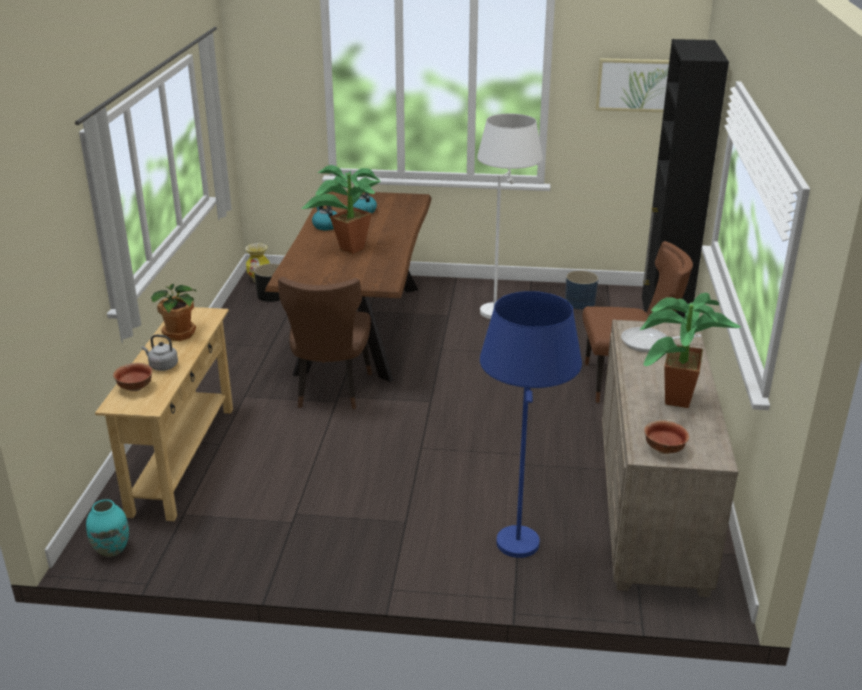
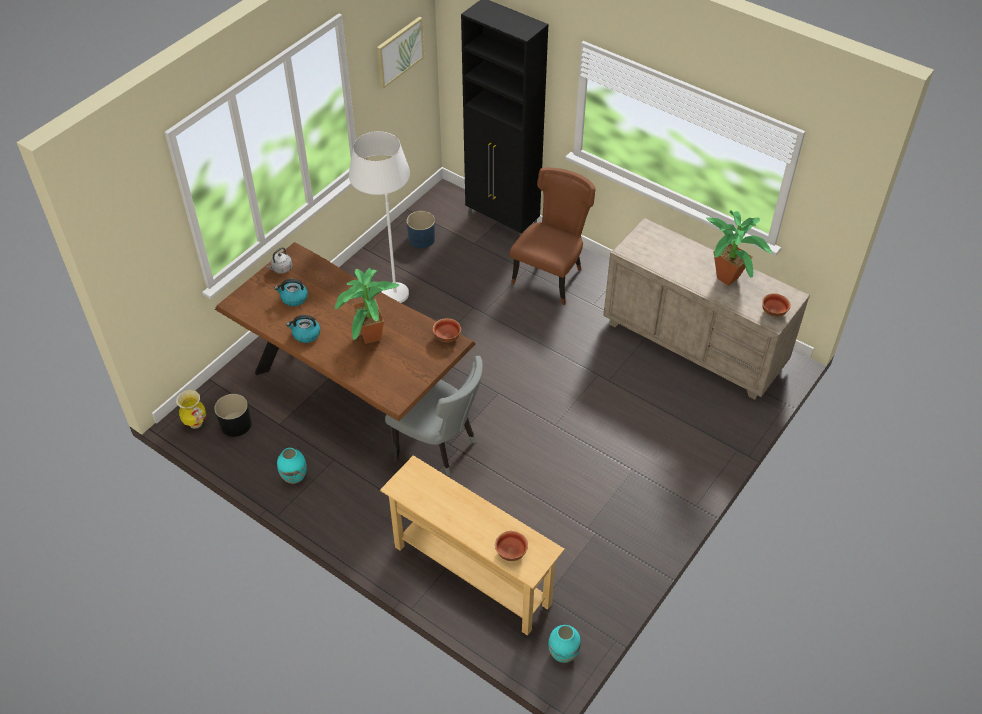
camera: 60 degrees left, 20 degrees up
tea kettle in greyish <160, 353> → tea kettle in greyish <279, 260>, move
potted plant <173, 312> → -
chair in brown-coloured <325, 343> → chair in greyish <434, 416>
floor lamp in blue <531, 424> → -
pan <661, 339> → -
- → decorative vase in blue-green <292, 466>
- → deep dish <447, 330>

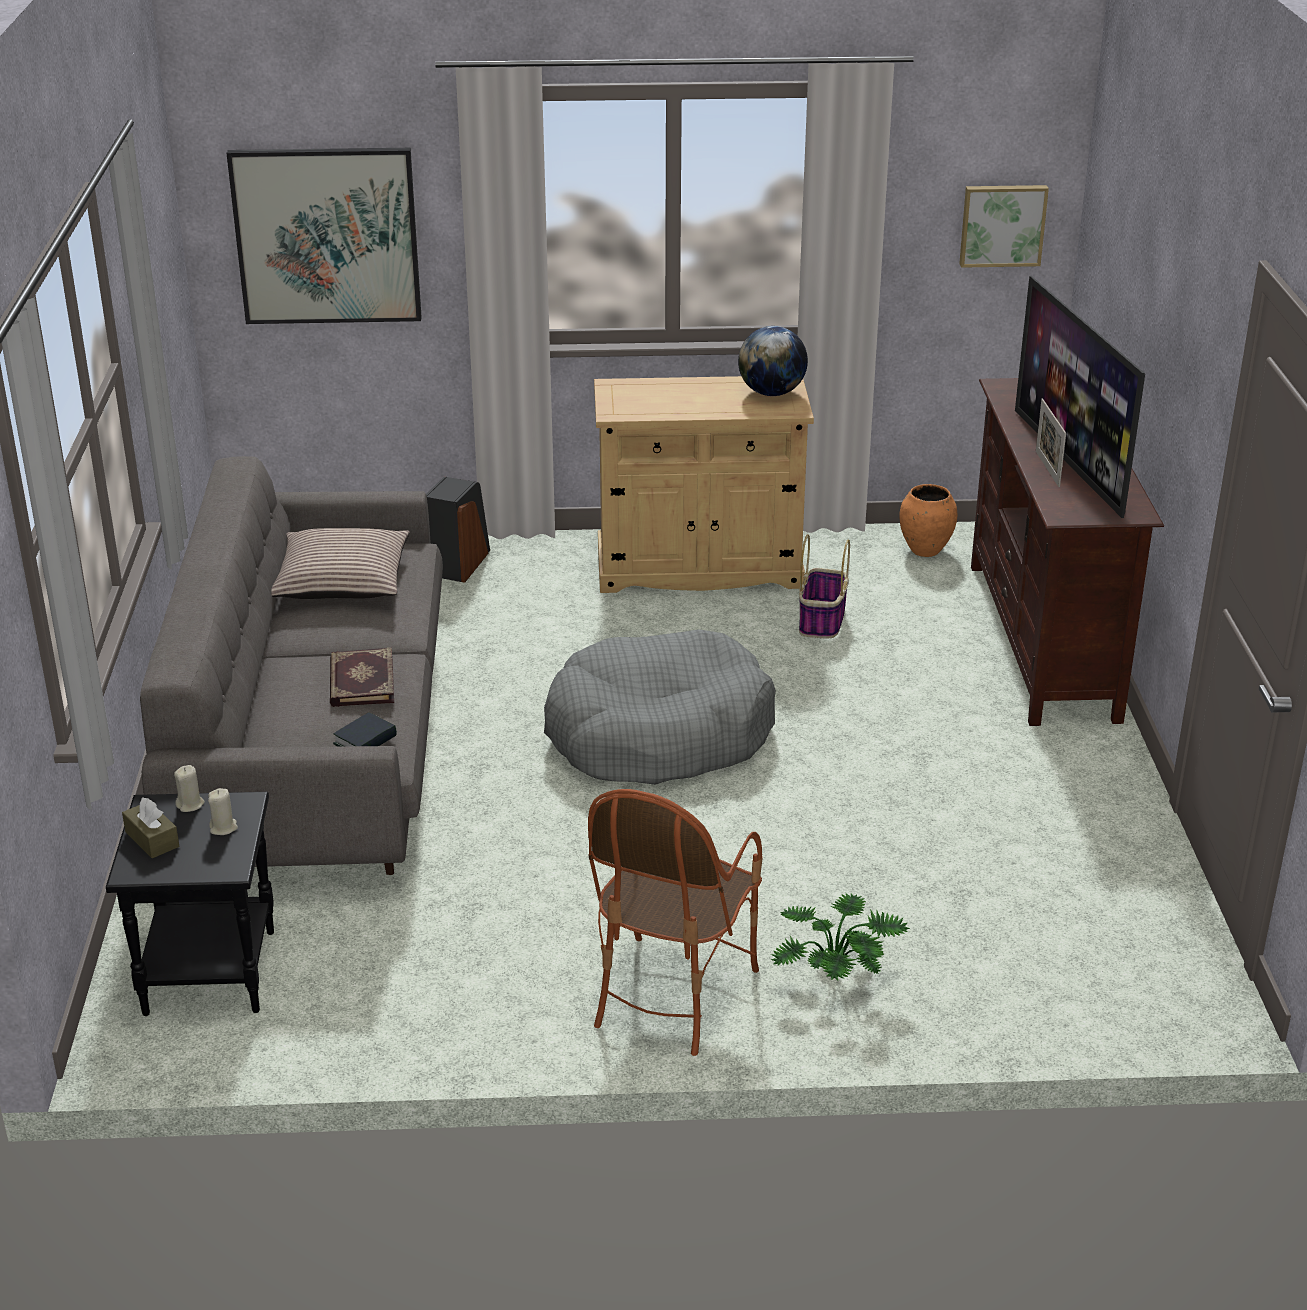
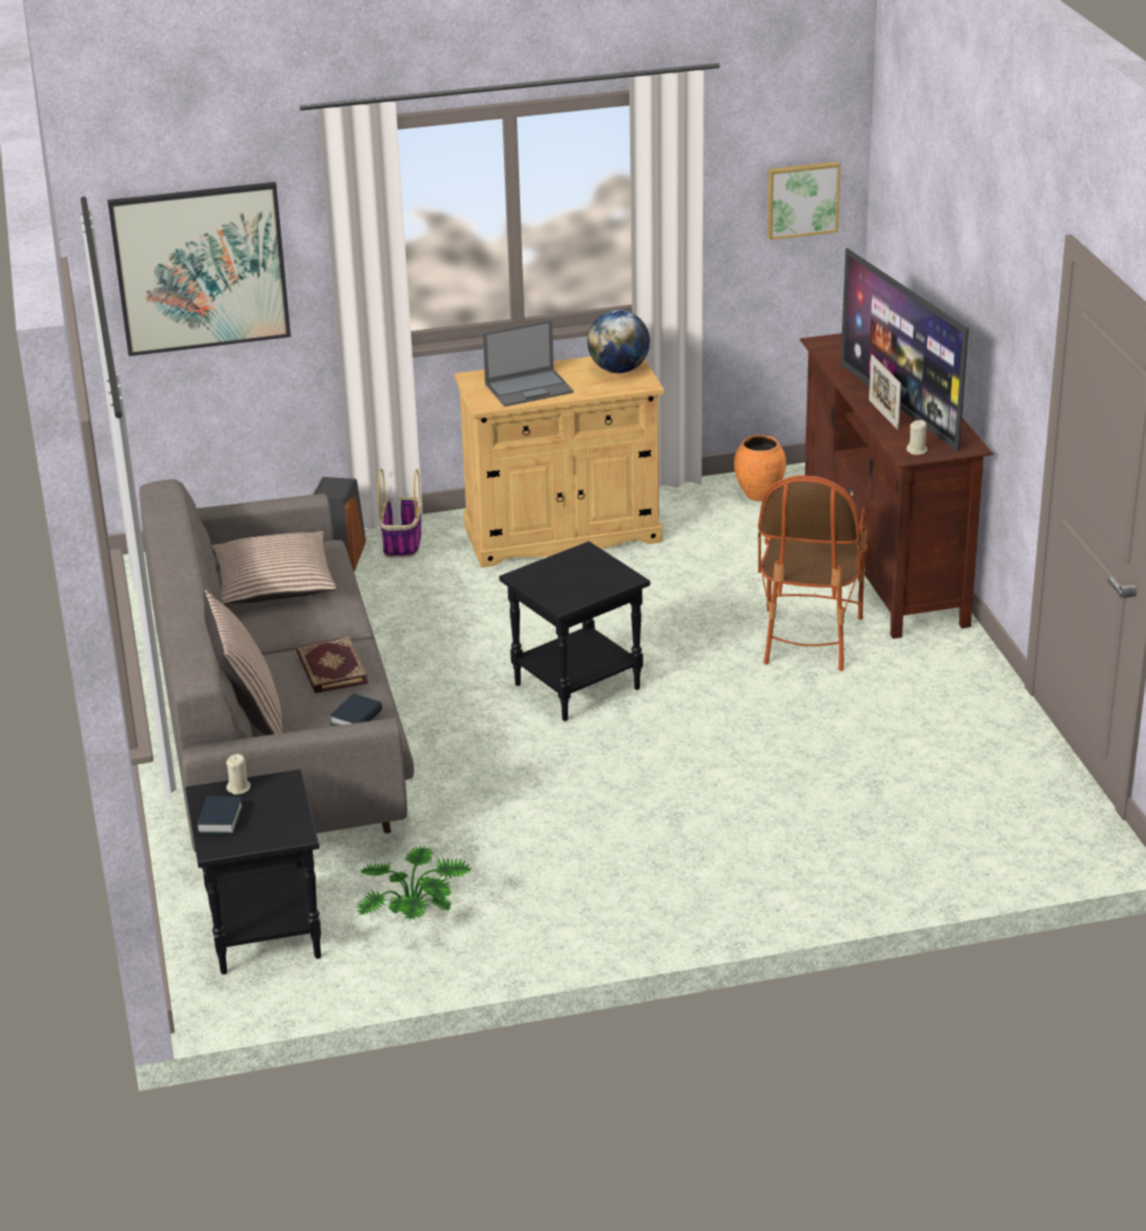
camera: 10 degrees left, 0 degrees up
tissue holder in brown-coloured <150, 827> → book <219, 815>
wax candle in beige-coloured <223, 811> → wax candle in beige-coloured <917, 437>, move
dog bed in greyish <660, 707> → accent table in black <574, 631>
armchair <675, 922> → armchair <812, 573>, move
potted plant <840, 936> → potted plant <414, 883>, move
storage basket <824, 586> → storage basket <400, 513>, move
- → cushion <243, 662>
- → laptop <528, 363>

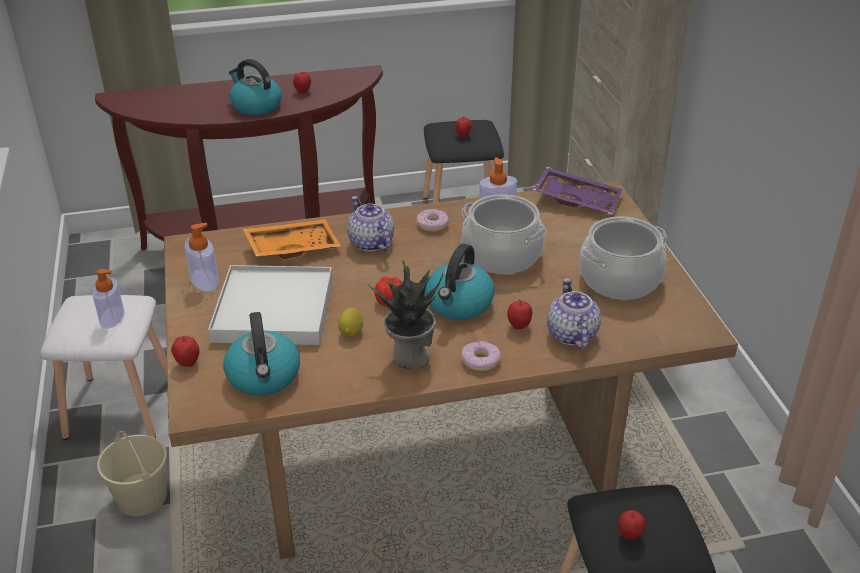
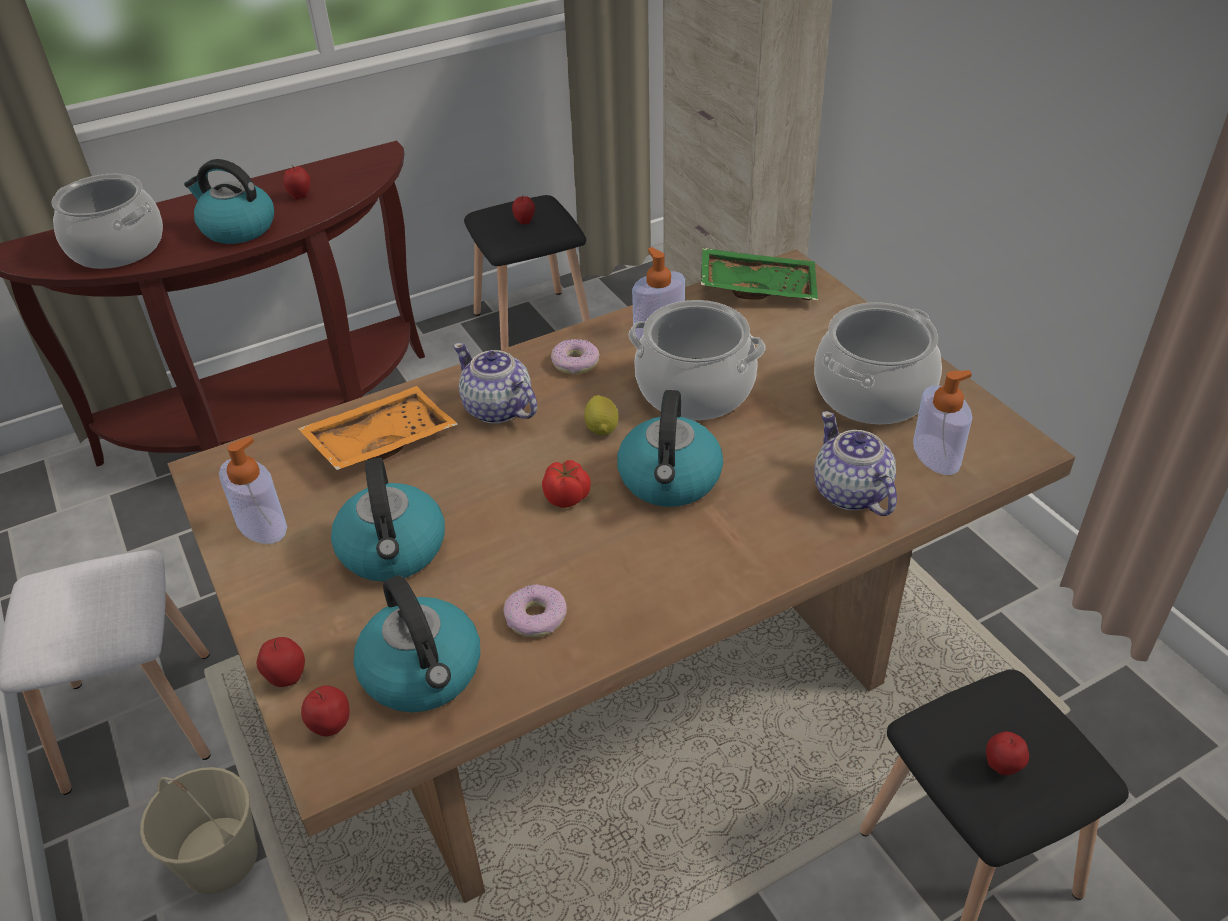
camera: 15 degrees left, 5 degrees up
liquid soap bottle <108, 299> → liquid soap bottle <942, 422>, move
serving tray in white <270, 305> → tea kettle <388, 520>
citrus fruit <350, 322> → citrus fruit <601, 415>, move
potted plant <405, 314> → -
doughnut <481, 356> → doughnut <535, 611>, move
apple fruit <519, 314> → apple fruit <325, 711>, move
serving tray in purplish <578, 190> → serving tray in greenish <759, 274>
- → cooking pot <107, 221>

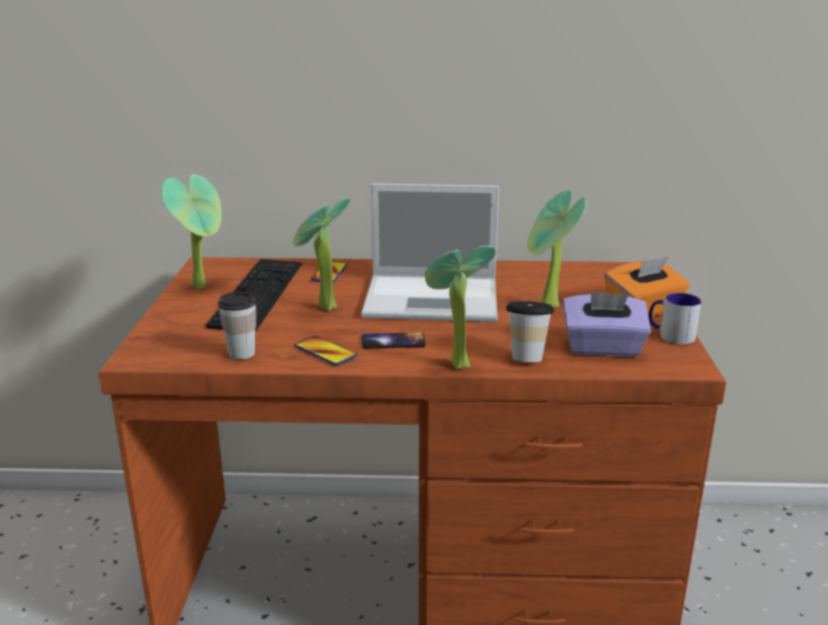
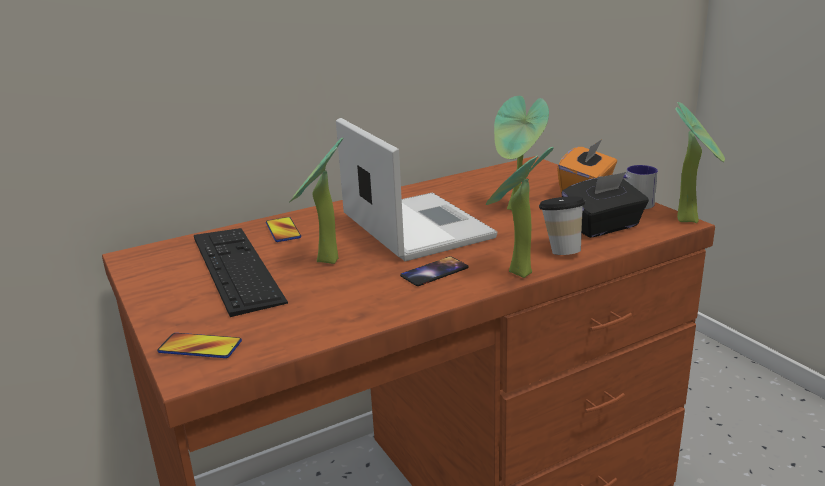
camera: 30 degrees left, 0 degrees up
potted plant <191, 232> → potted plant <700, 162>, move
drinking cup <237, 326> → -
telephone <325, 351> → telephone <199, 345>, move
laptop <430, 252> → laptop <416, 189>, 90 degrees counterclockwise
tissue holder in purplish <607, 324> → tissue holder in black <605, 205>

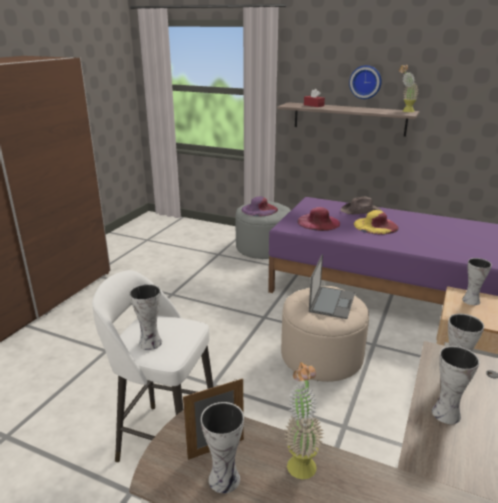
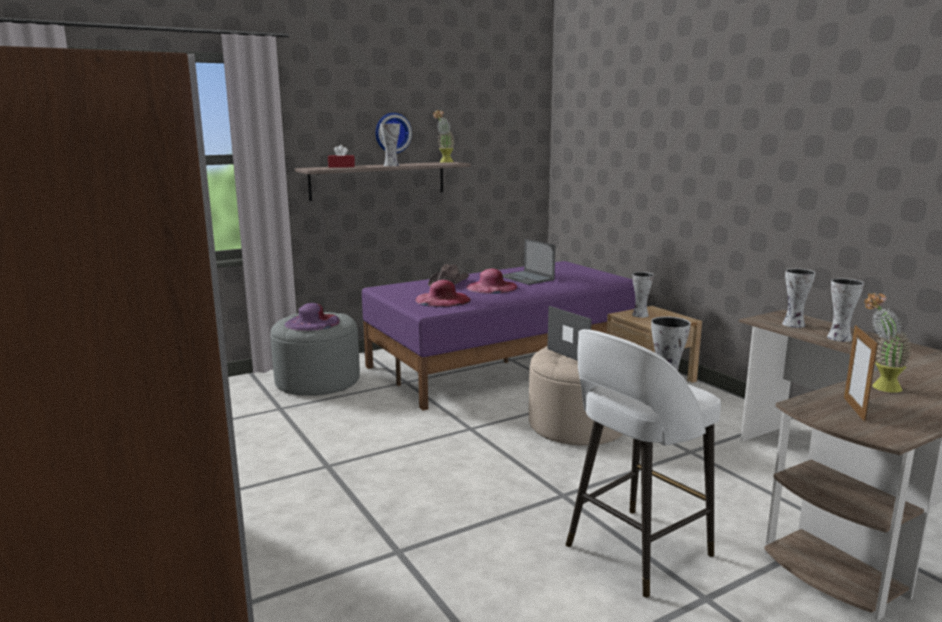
camera: 55 degrees left, 10 degrees down
decorative vase <222, 447> → decorative vase <390, 145>, move
hat in yellow-coloured <376, 222> → hat in pink-coloured <491, 281>
- → laptop <528, 262>

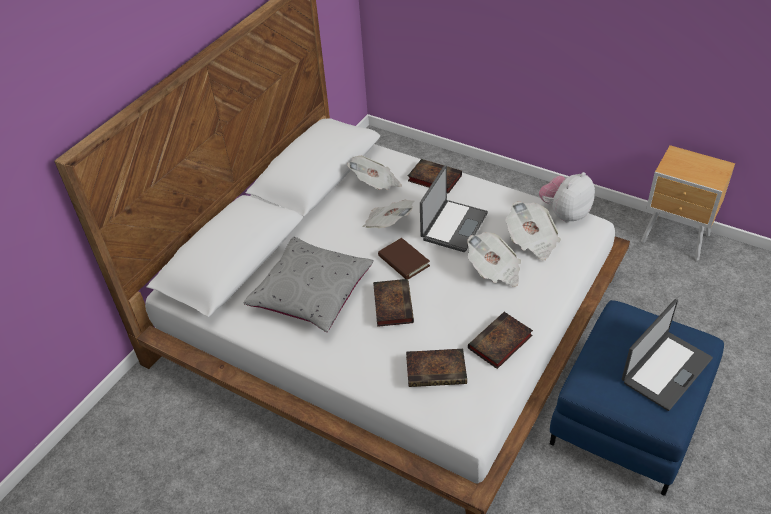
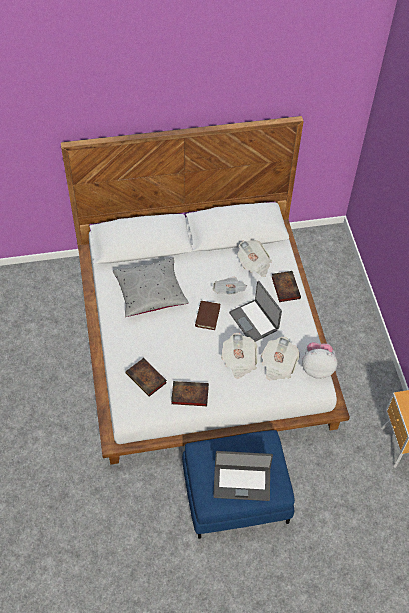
camera: 45 degrees right, 10 degrees up
book <393, 303> → -
laptop <454, 208> → laptop <255, 311>, 75 degrees clockwise

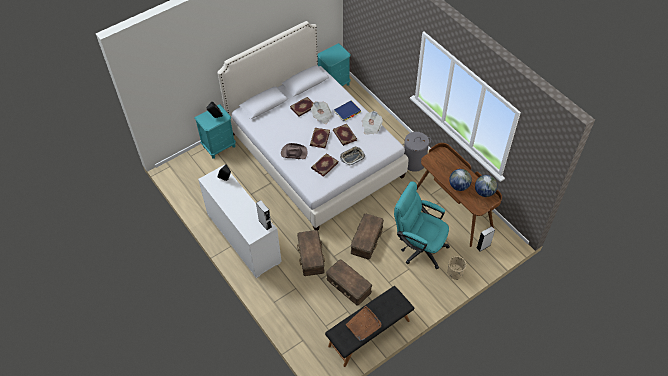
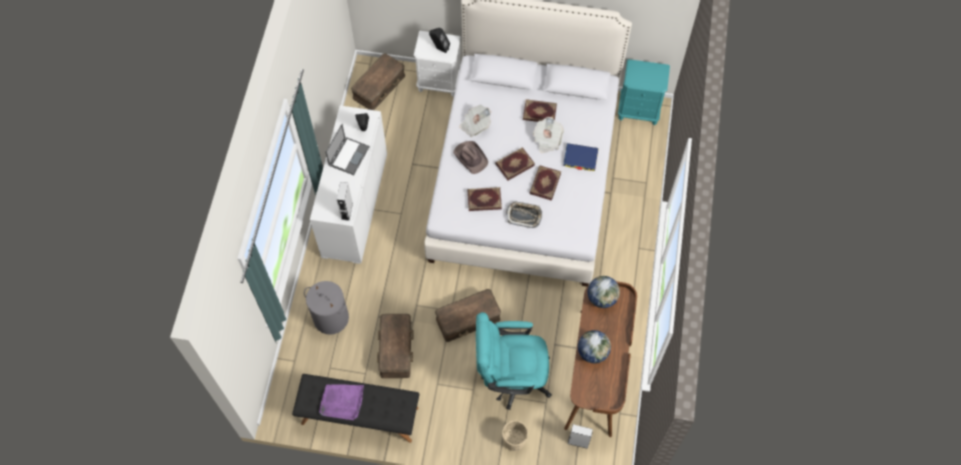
camera: 45 degrees right, 10 degrees up
nightstand in blue-green <215, 131> → nightstand in white <437, 64>
storage bin in brown-coloured <311, 253> → storage bin in brown-coloured <378, 81>, move
serving tray in brown-coloured <364, 323> → serving tray in purplish <341, 402>
printed paper <372, 123> → printed paper <475, 121>, move
desk chair in blue-green <422, 225> → desk chair in blue-green <514, 361>, 75 degrees counterclockwise
laundry basket in greyish <416, 152> → laundry basket in greyish <326, 308>, move
desk globe <486, 186> → desk globe <603, 292>, move
- → laptop <348, 149>

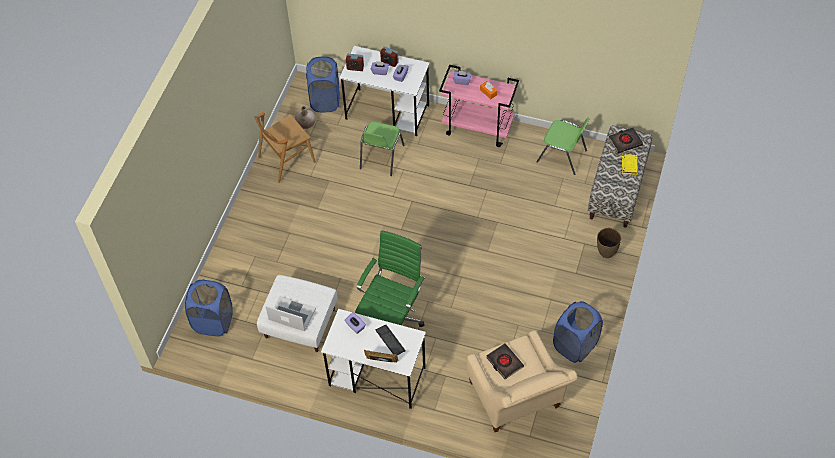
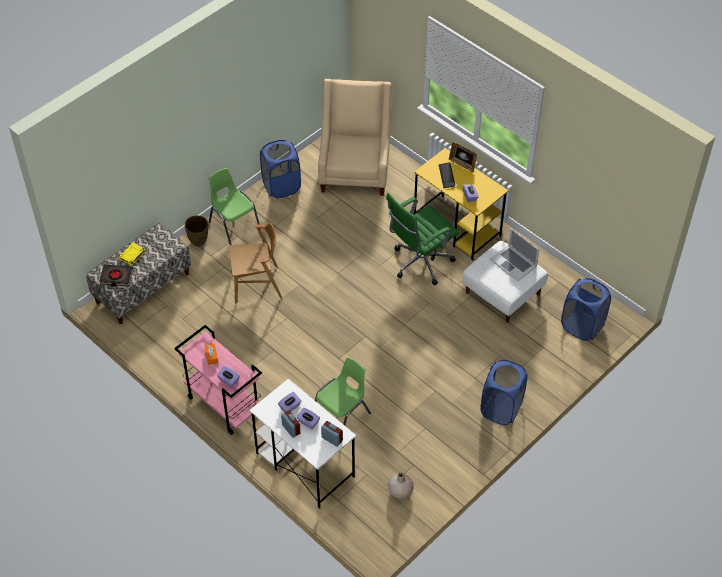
camera: 155 degrees left, 5 degrees down
chair in brown-coloured <285, 147> → chair in brown-coloured <255, 263>, move
laundry basket in blue <322, 84> → laundry basket in blue <504, 392>, move
desk unit in white <373, 359> → desk unit in yellow-coloured <461, 204>
book in black <505, 361> → -
chair in greenish <563, 146> → chair in greenish <235, 206>, move

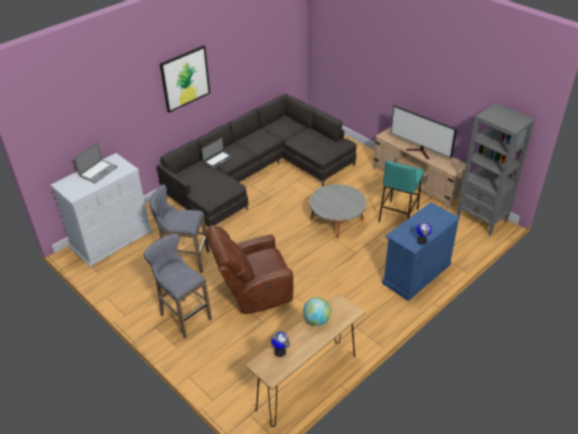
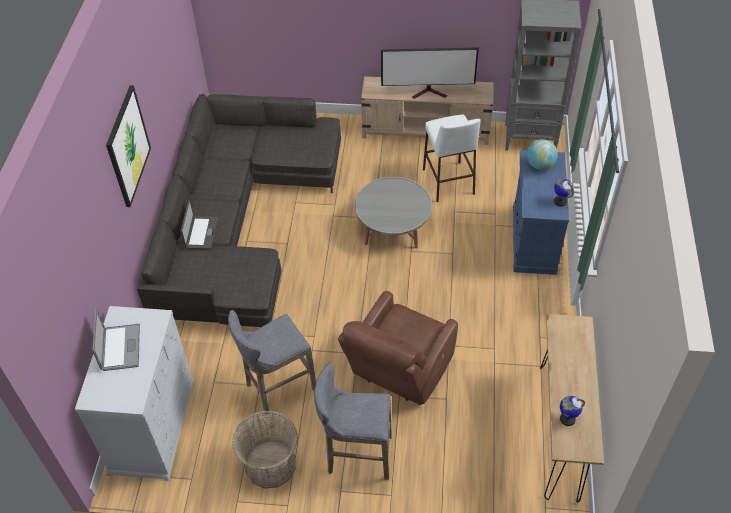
camera: 40 degrees left, 10 degrees up
desk globe <317, 311> → desk globe <542, 154>, move
stool in blue-green <401, 192> → stool in white <452, 158>
- → storage basket <265, 450>

